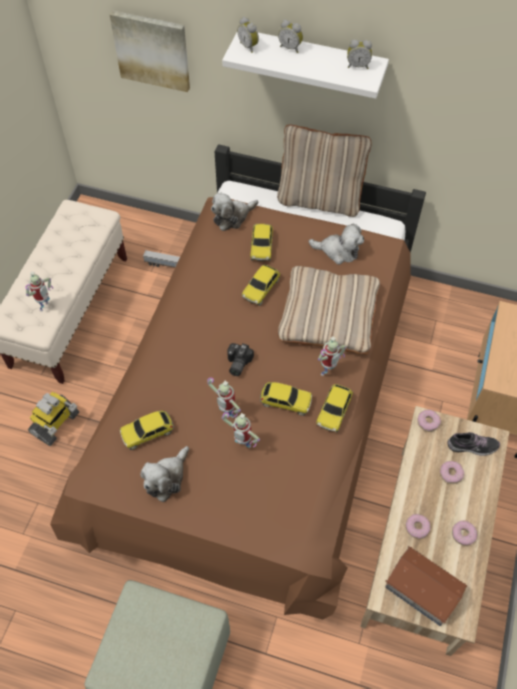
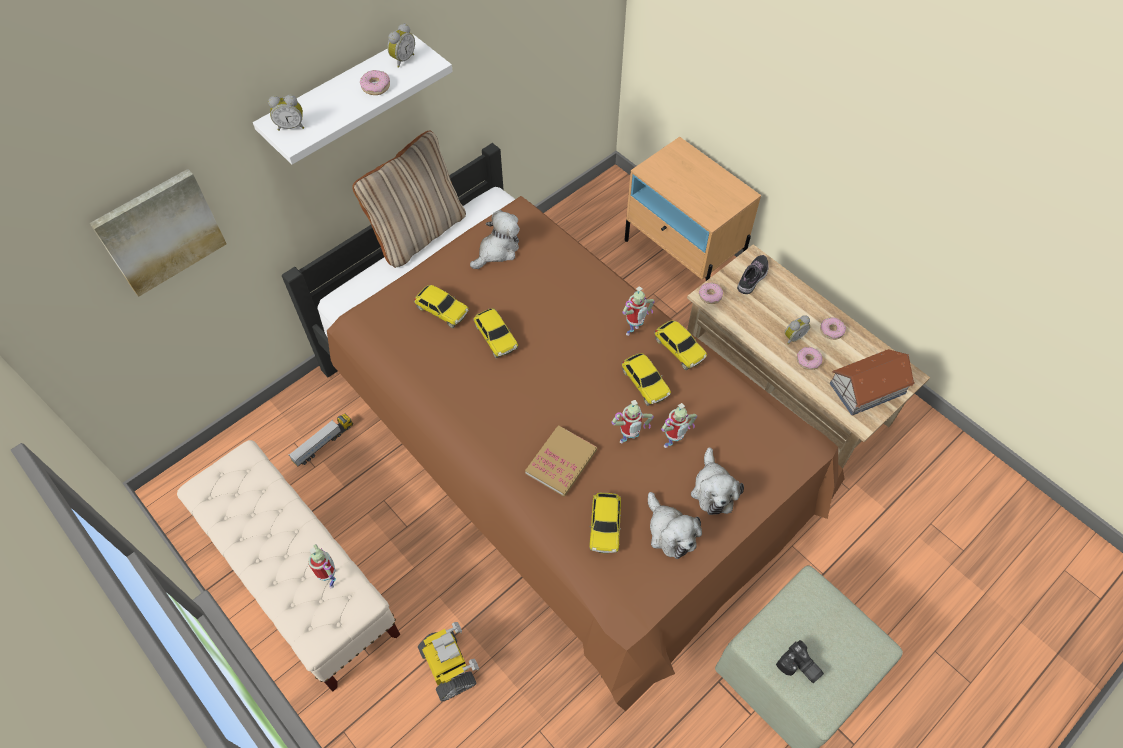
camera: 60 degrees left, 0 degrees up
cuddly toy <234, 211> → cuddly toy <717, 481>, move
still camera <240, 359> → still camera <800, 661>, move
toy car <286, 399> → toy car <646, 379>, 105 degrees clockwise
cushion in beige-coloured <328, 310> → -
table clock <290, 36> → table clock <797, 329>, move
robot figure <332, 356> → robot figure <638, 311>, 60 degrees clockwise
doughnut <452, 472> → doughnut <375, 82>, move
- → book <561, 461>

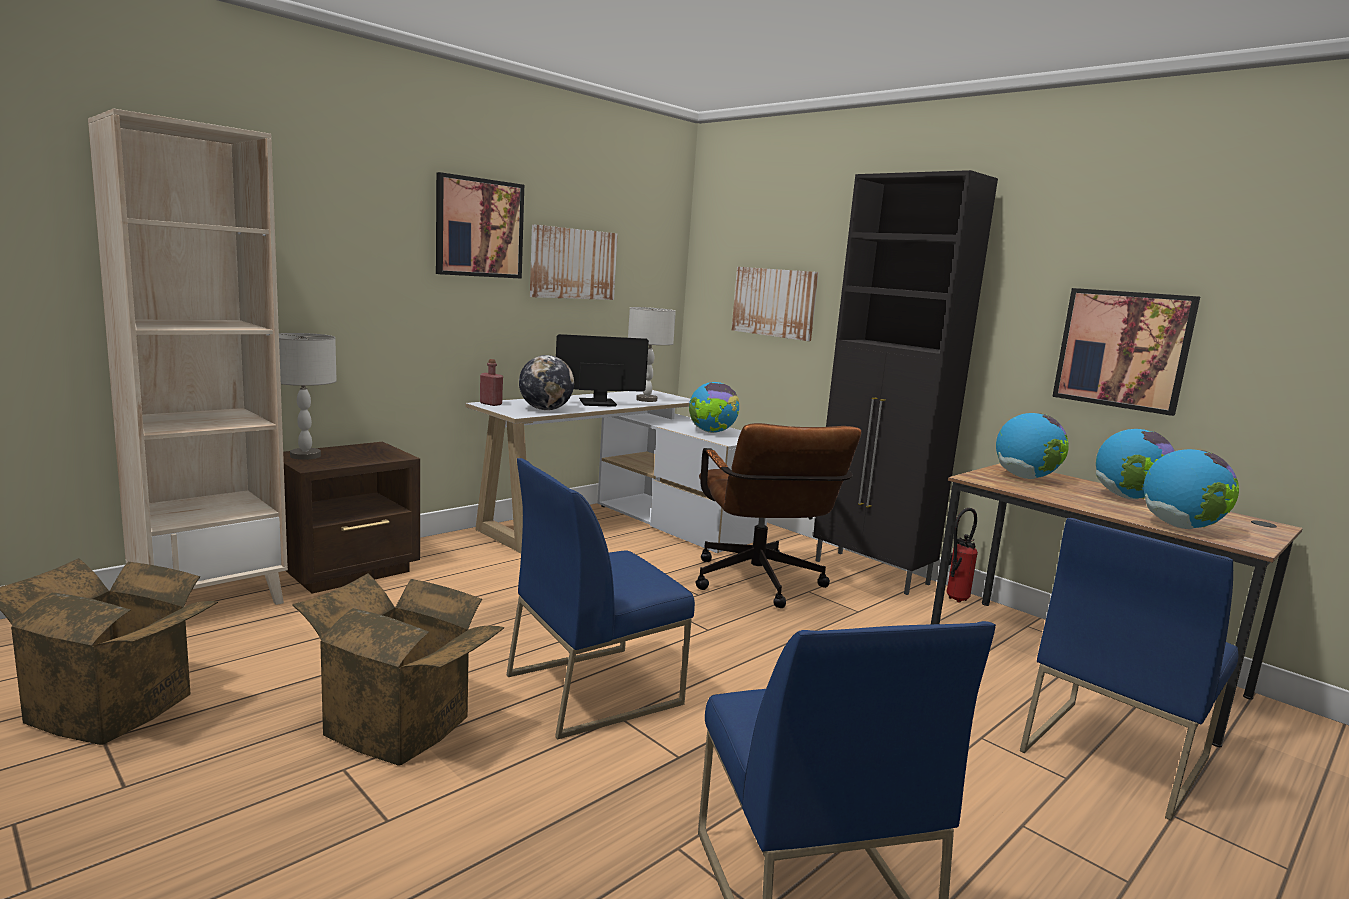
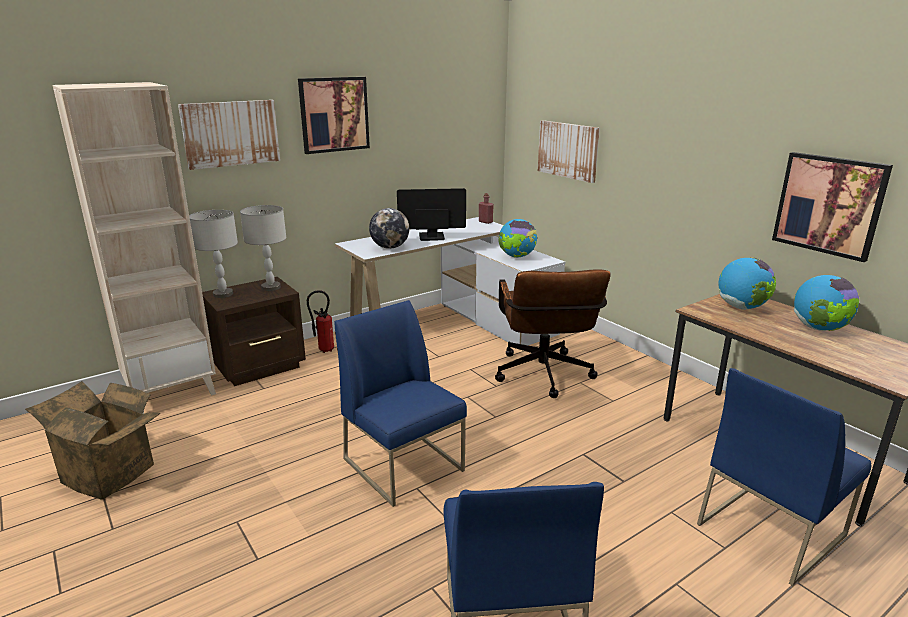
camera: 10 degrees right, 10 degrees up
packing box <398, 669> → -
bottle in red <491, 382> → bottle in red <486, 208>, move
chair in blue <601, 599> → chair in blue <400, 403>, 75 degrees clockwise
picture <574, 262> → picture <229, 135>, move
lamp for a table in greyish <652, 354> → lamp for a table in greyish <263, 248>, move
cupboard in black <905, 382> → -
fire-fighting cylinder <962, 555> → fire-fighting cylinder <320, 321>, move
desk globe <1191, 489> → -

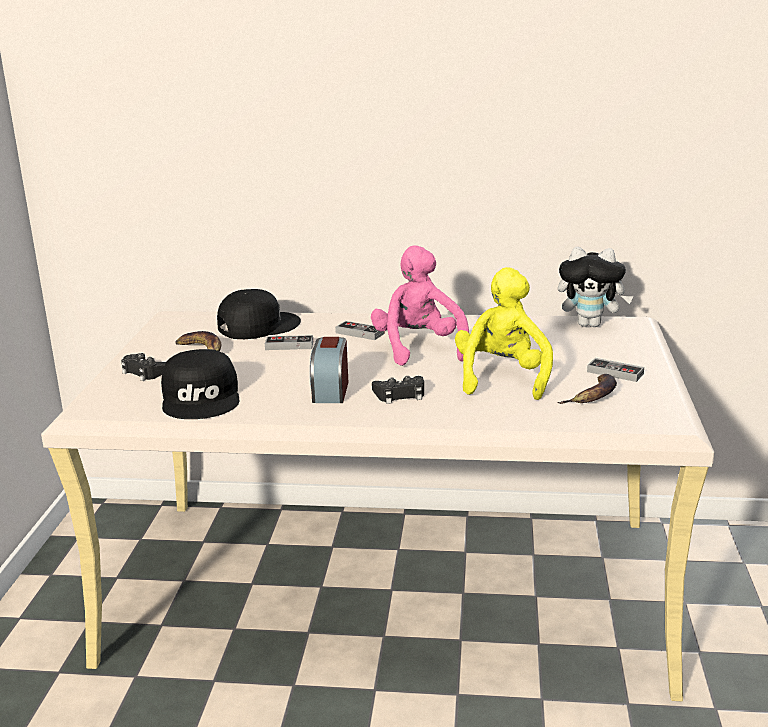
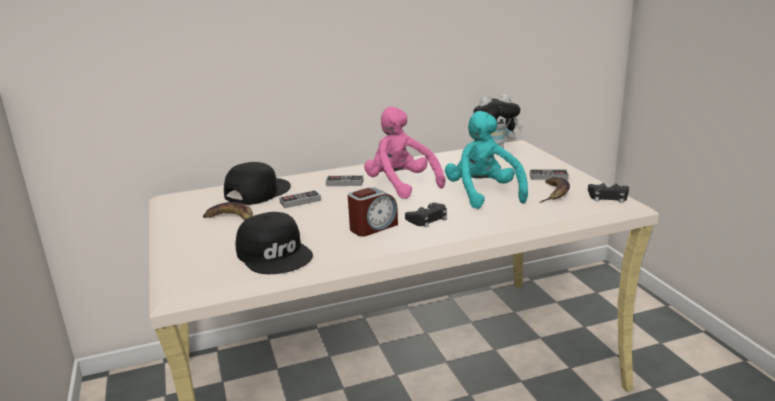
camera: 25 degrees left, 0 degrees up
joypad in black <143, 367> → joypad in black <608, 193>, move
table clock <329, 370> → table clock <373, 212>, 105 degrees counterclockwise
cuddly toy in yellow-coloured <504, 333> → cuddly toy in blue-green <486, 160>

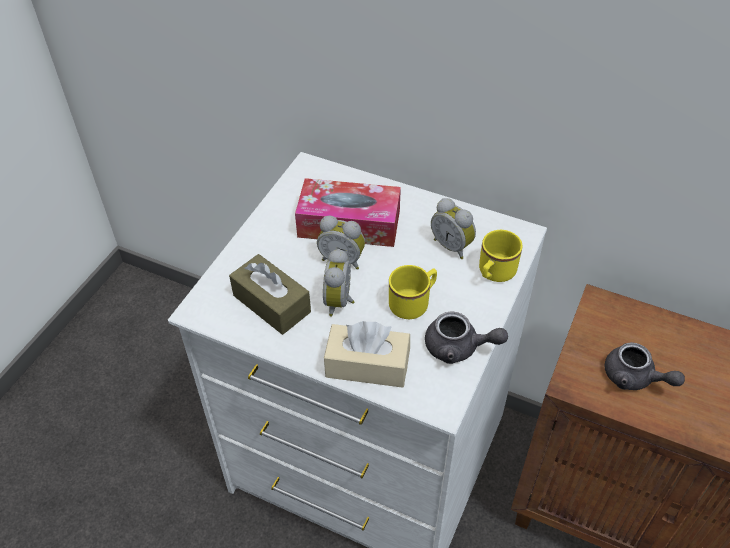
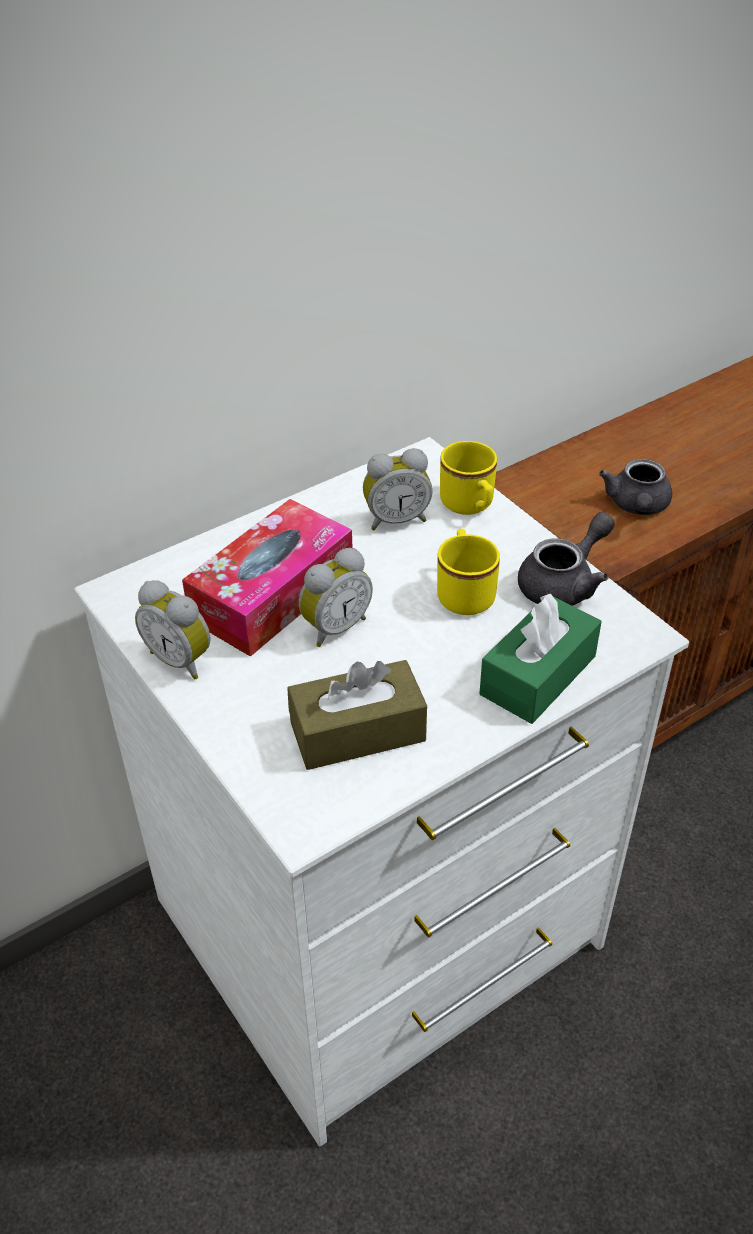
camera: 60 degrees left, 5 degrees down
table clock <338, 283> → table clock <173, 630>, move
tissue holder in beige-coloured <367, 354> → tissue holder in greenish <540, 659>
teapot in greyish <644, 366> → teapot in greyish <635, 487>, 120 degrees clockwise

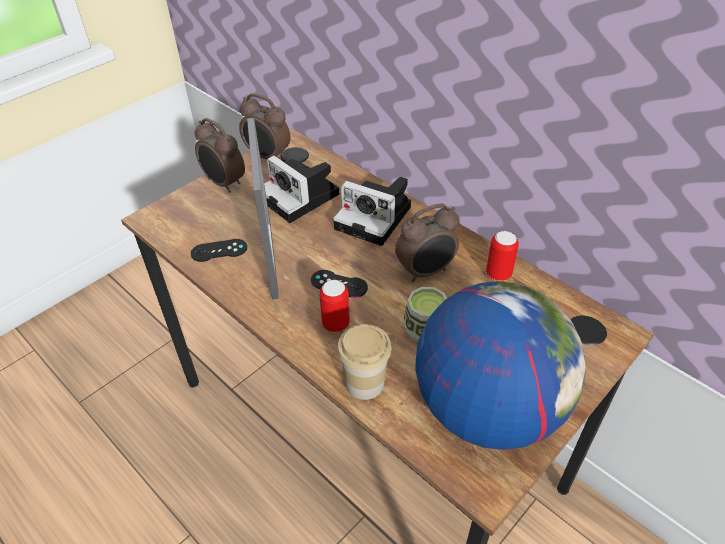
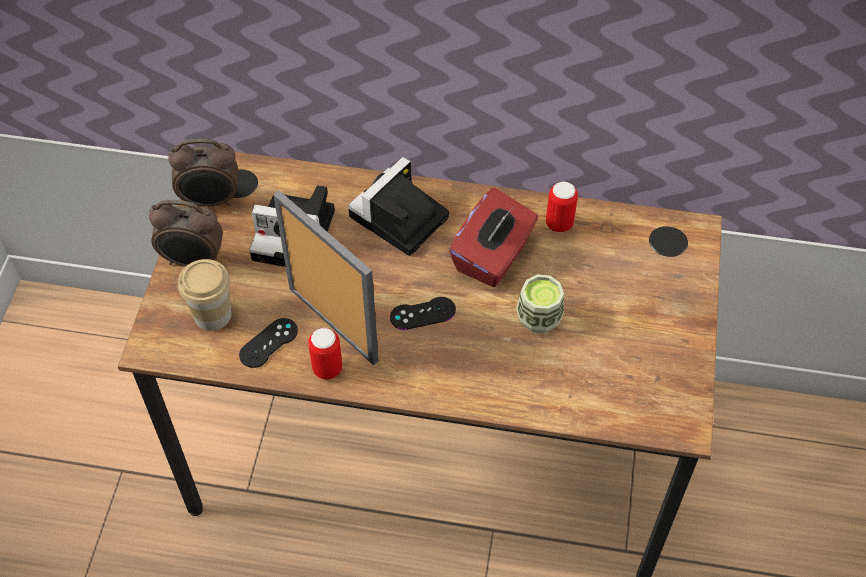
camera: 35 degrees left, 10 degrees up
sealed can <334, 306> → sealed can <325, 354>, move
still camera <372, 211> → still camera <398, 206>, 135 degrees clockwise
drinking cup <364, 362> → drinking cup <204, 295>, move
table clock <427, 242> → tissue holder in red <493, 237>
desk globe <500, 365> → -

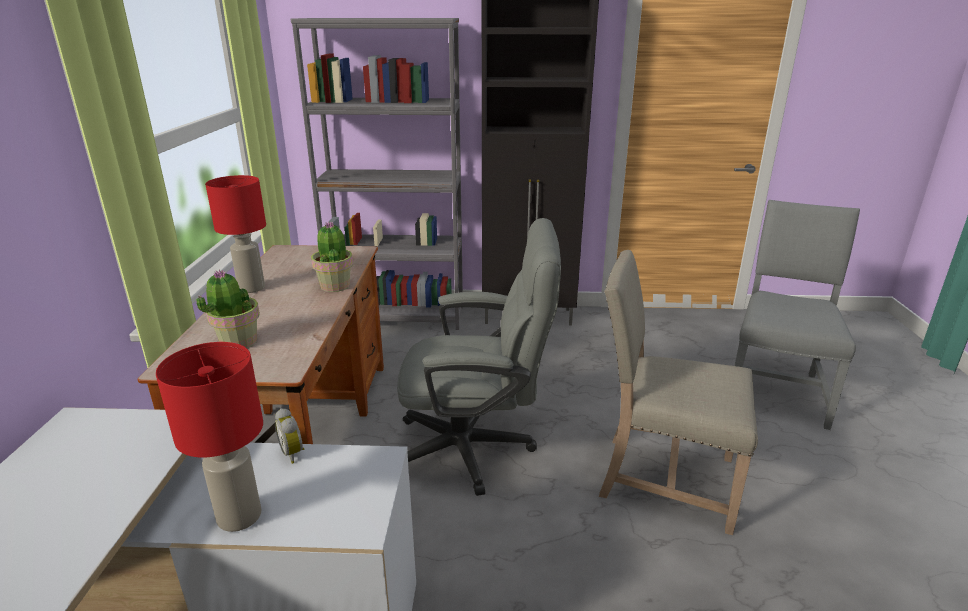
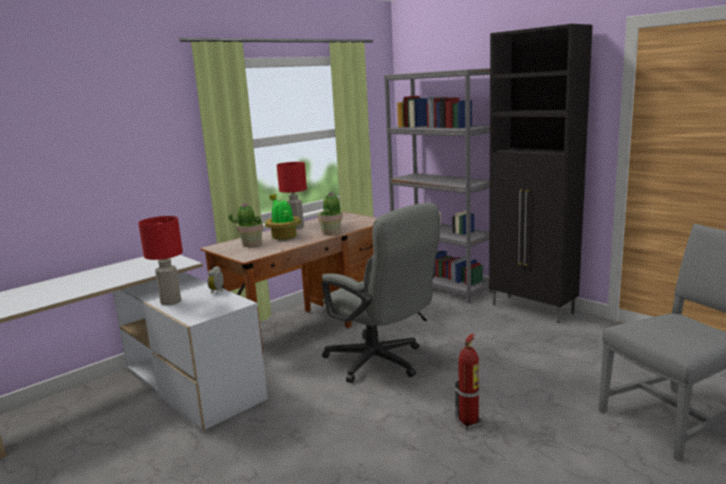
camera: 45 degrees right, 10 degrees down
chair in beige-coloured <678, 392> → fire-fighting cylinder <469, 382>
- → potted plant <283, 217>

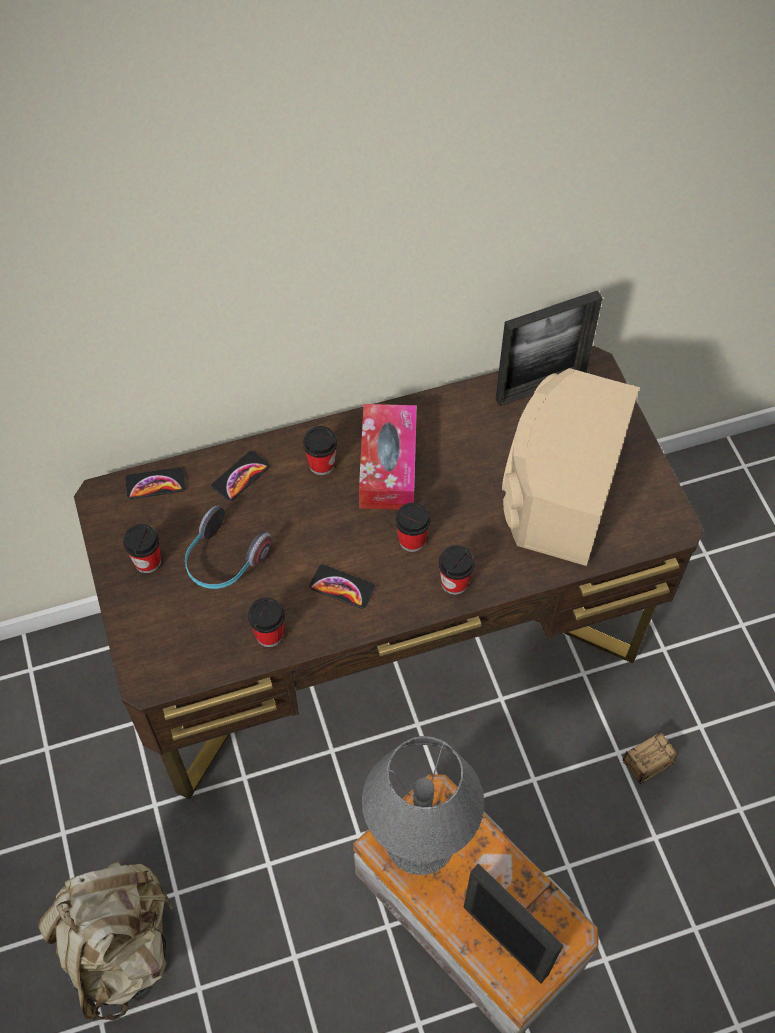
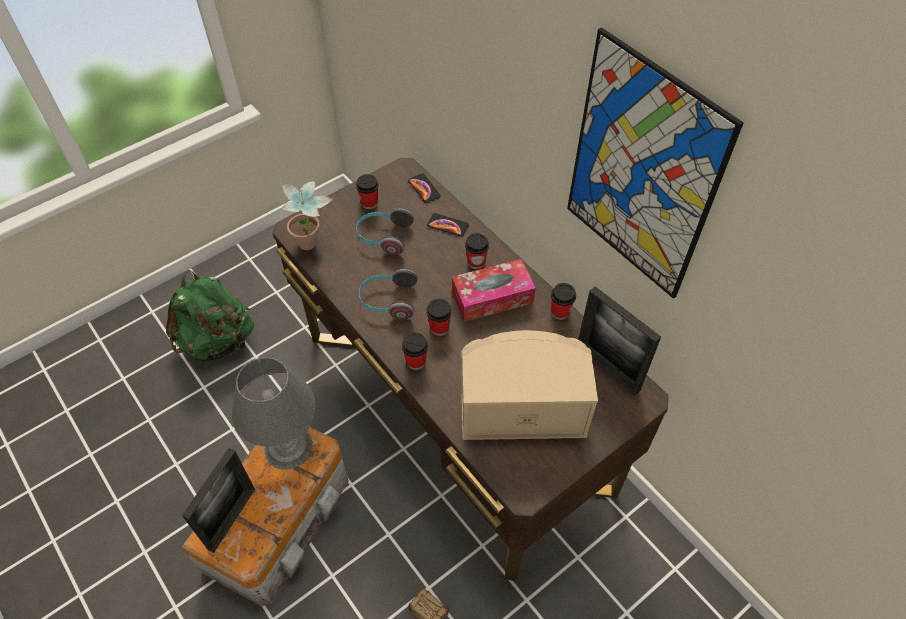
camera: 70 degrees right, 5 degrees down
backpack in beige-coloured <106, 941> → backpack in greenish <210, 315>
drinking cup <266, 622> → drinking cup <563, 301>, move
telephone <342, 587> → headphones <388, 294>
- → potted plant <307, 215>
- → picture <655, 163>

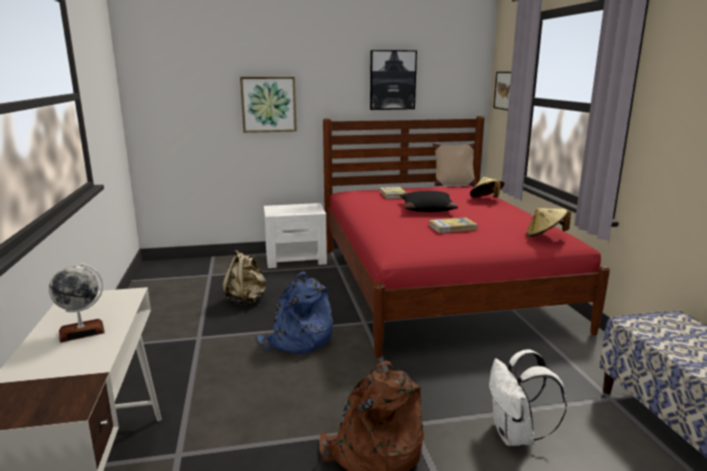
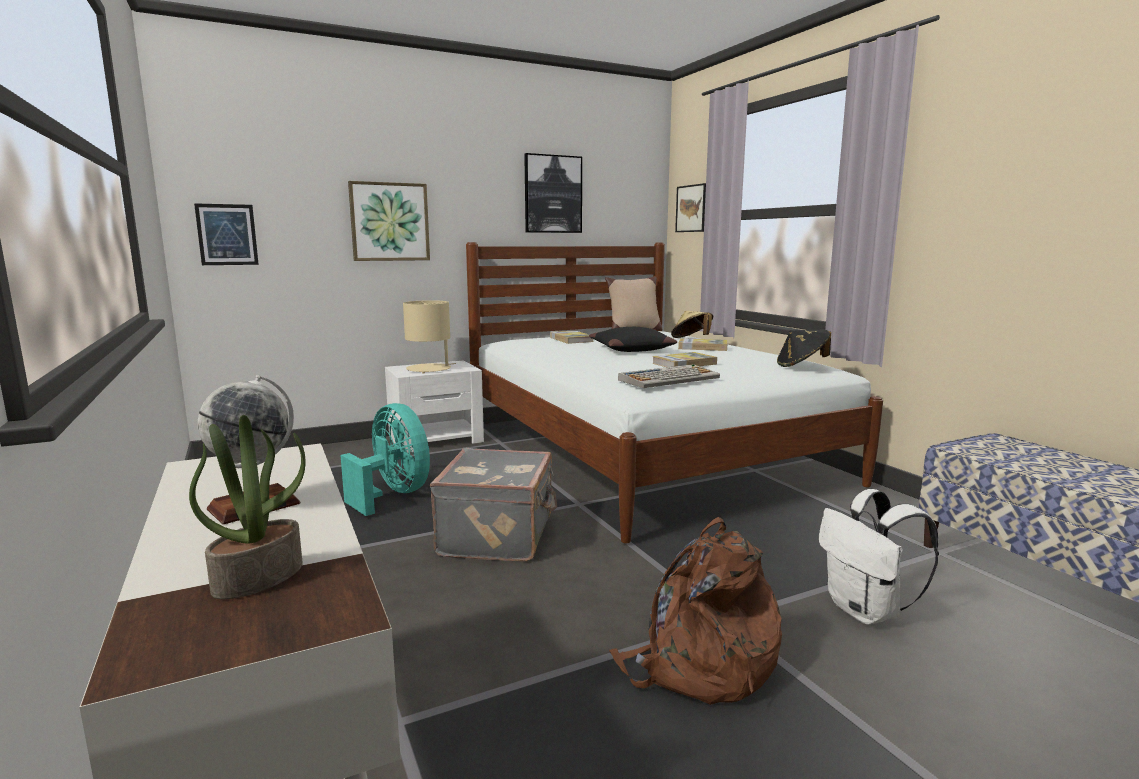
camera: 15 degrees left, 5 degrees down
backpack in beige-coloured <244, 277> → electric fan in blue-green <385, 459>
backpack in blue <295, 313> → suitcase in greyish <493, 505>
bedroom bed in red <466, 237> → bedroom bed in white <674, 393>
hat in beige-coloured <548, 222> → hat in black <804, 348>
- → potted plant <247, 507>
- → picture <226, 234>
- → lamp for a table in beige-coloured <429, 337>
- → keyboard <669, 376>
- → book <702, 344>

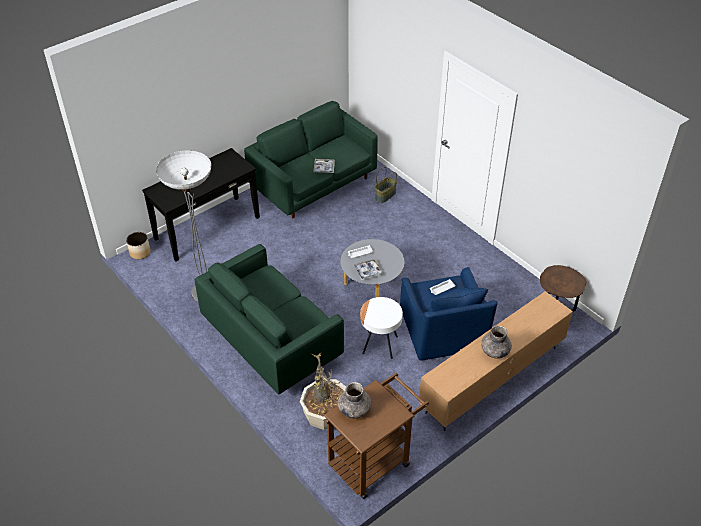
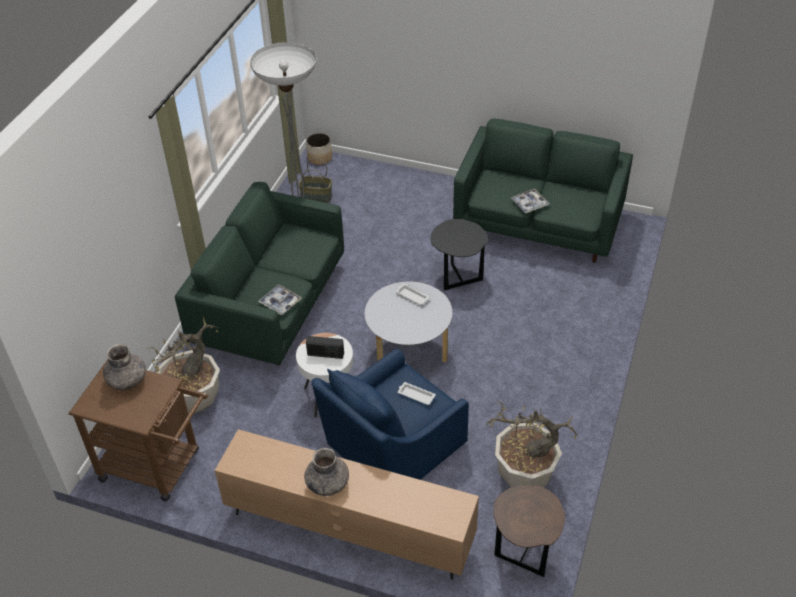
camera: 60 degrees right, 0 degrees up
console table in black <201, 204> → -
serving tray <369, 269> → serving tray <280, 299>, move
storage basket <385, 185> → storage basket <315, 181>, move
- → radio set <325, 347>
- → accent table in black <460, 254>
- → potted plant <531, 443>

